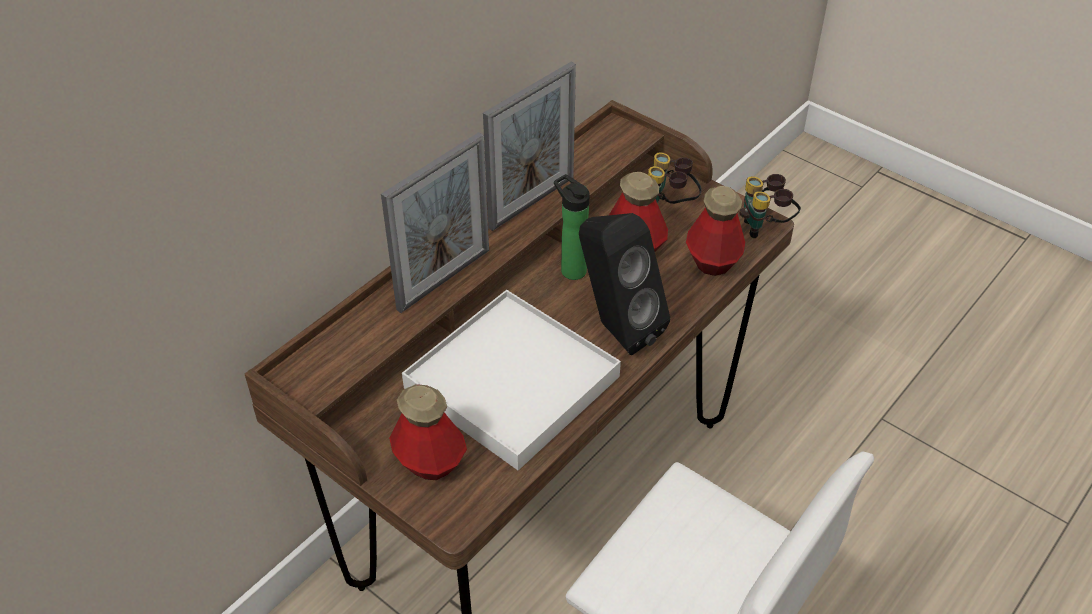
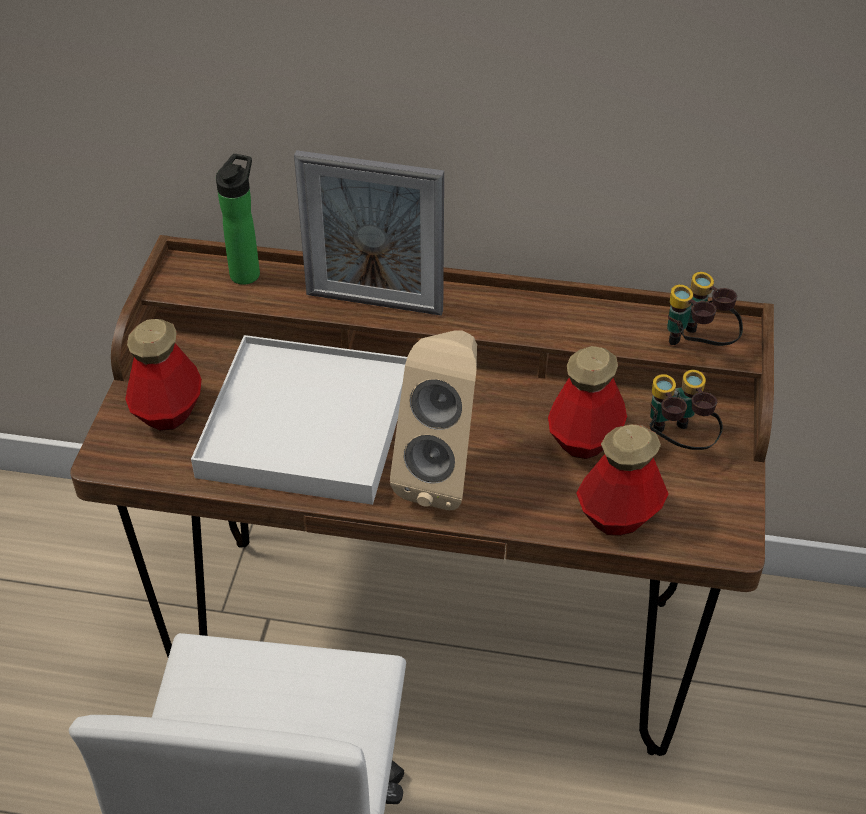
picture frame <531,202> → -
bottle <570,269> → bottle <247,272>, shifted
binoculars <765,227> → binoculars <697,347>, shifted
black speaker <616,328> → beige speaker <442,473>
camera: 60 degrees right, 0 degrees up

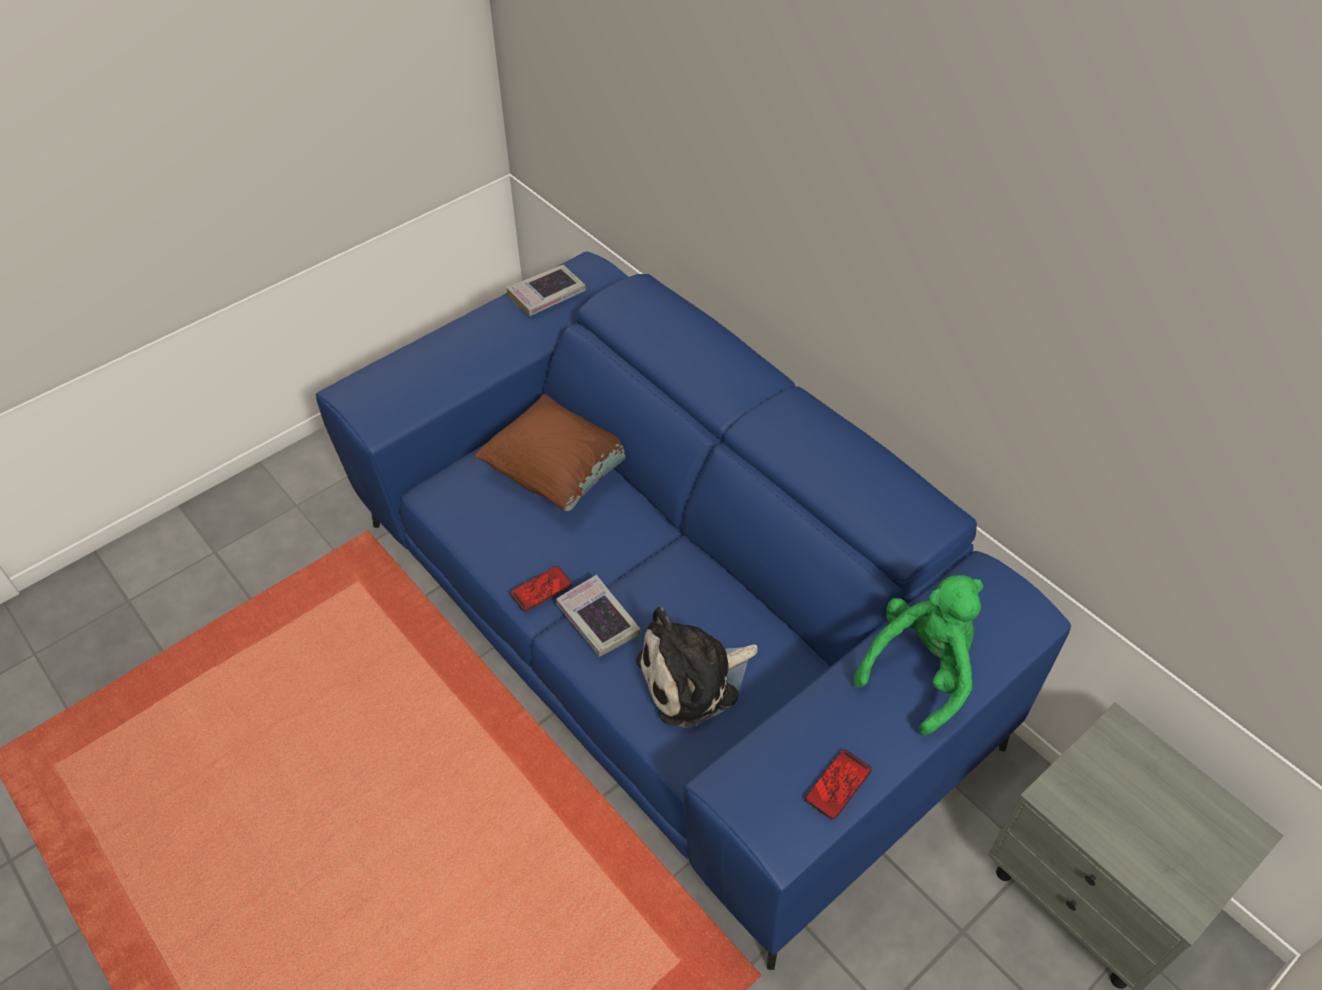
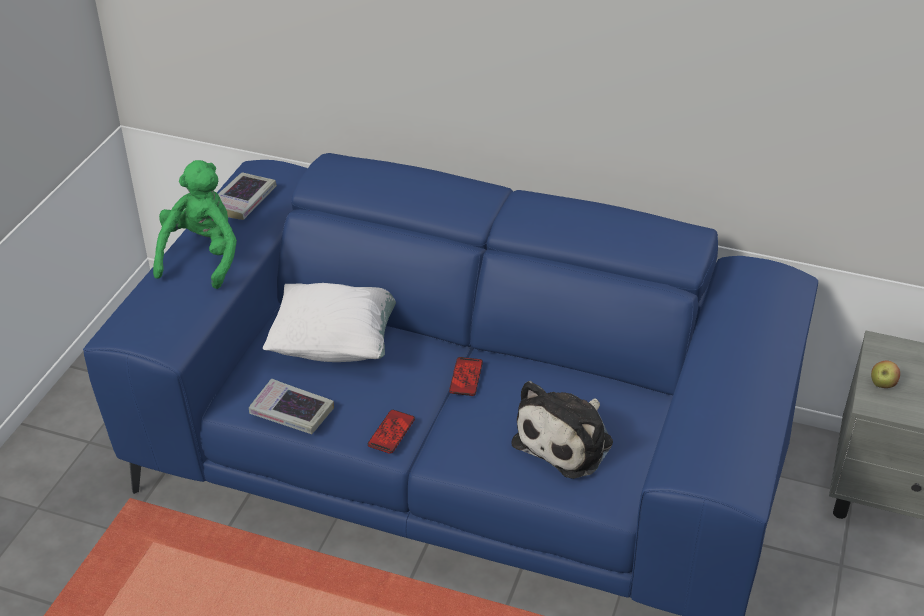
brown pillow <559,473> → white pillow <336,344>
book <598,620> → book <291,412>, shifted
green plush toy <920,671> → green plush toy <202,257>, shifted
phone <838,785> → phone <466,377>, shifted
- → apple <882,384>
camera: 30 degrees left, 10 degrees down

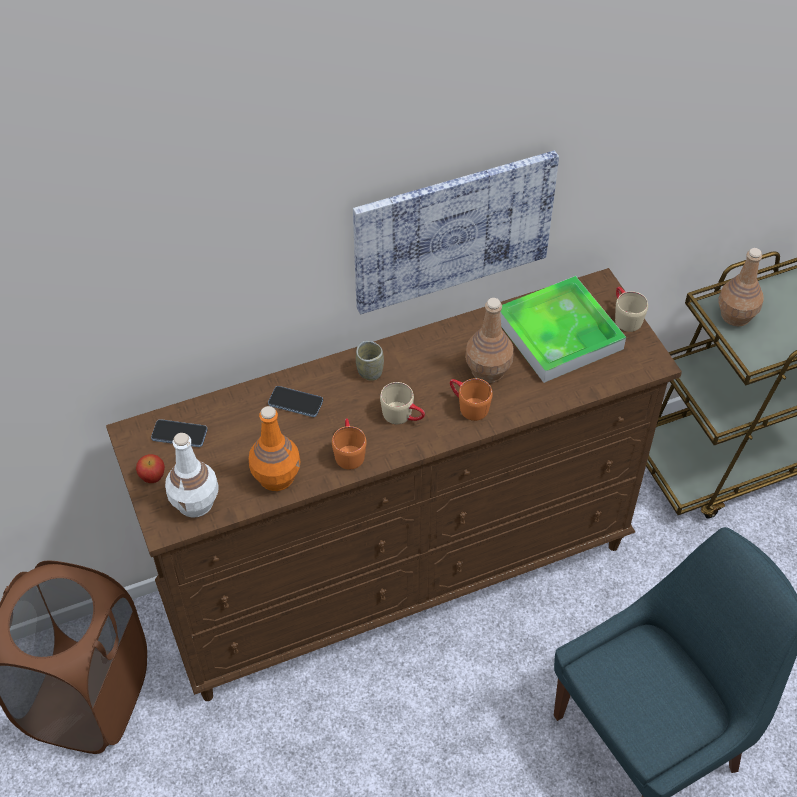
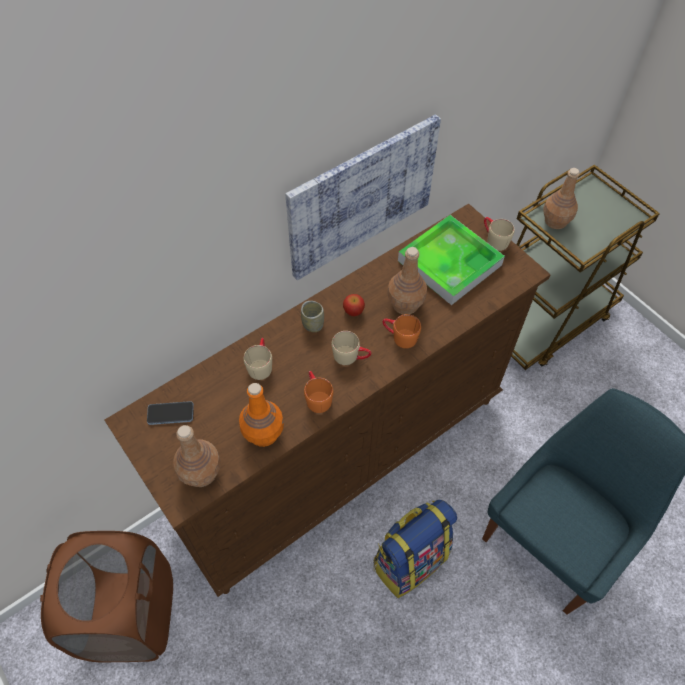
phone <295,403> → beige mug <260,364>
white bottle <196,502> → brown bottle <201,472>
apple <152,477> → apple <353,311>, shifted
- → backpack <410,560>
camera: 15 degrees left, 5 degrees up

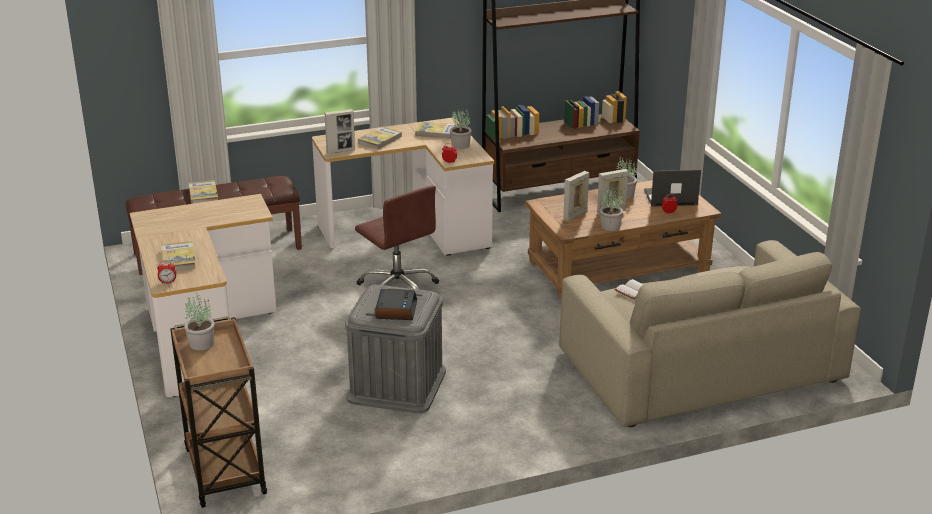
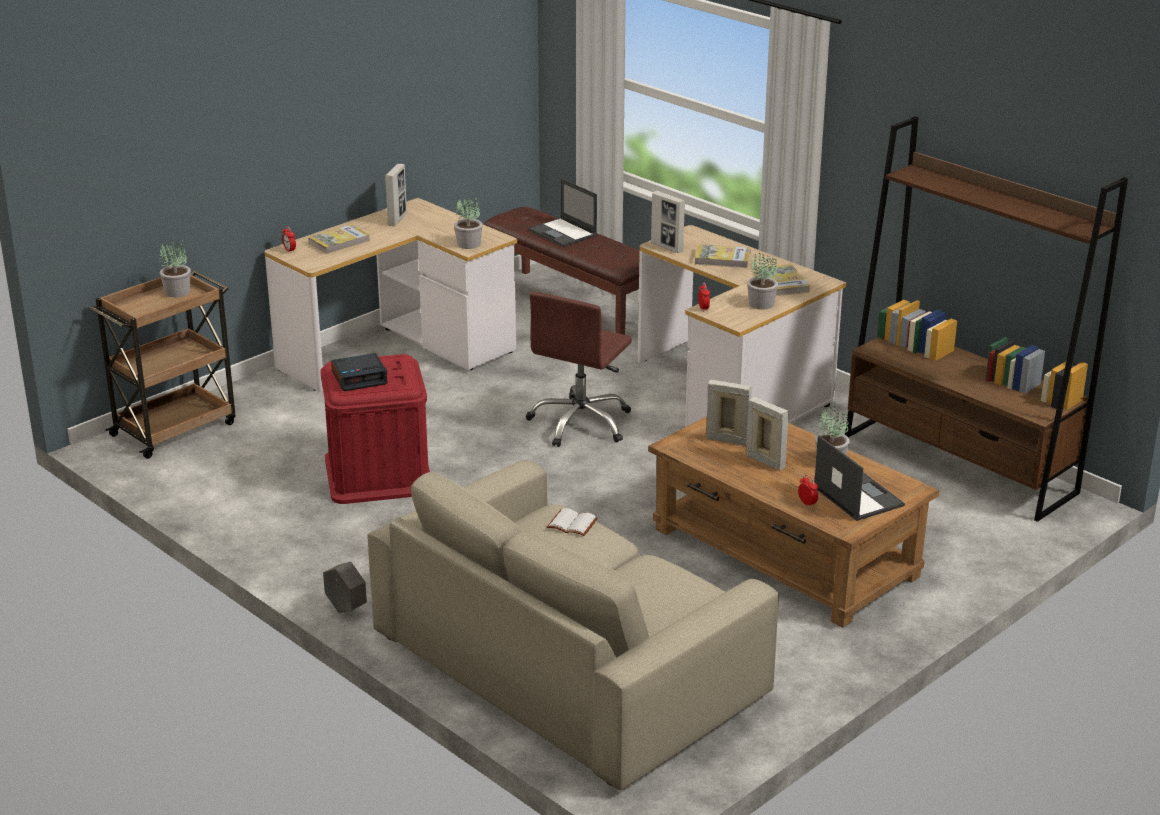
book <203,194> → laptop <563,233>
potted plant <610,226> → potted plant <469,244>, shifted
grey storage box <397,384> → red storage box <378,474>
- → picture frame <397,219>
- → grey planter <346,609>
camera: 65 degrees right, 0 degrees up

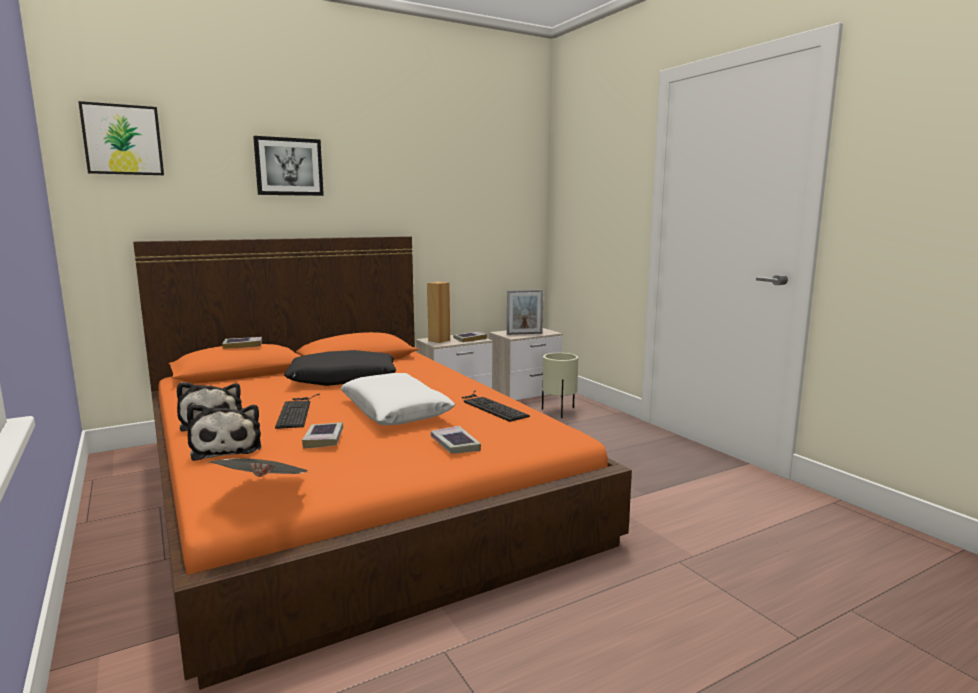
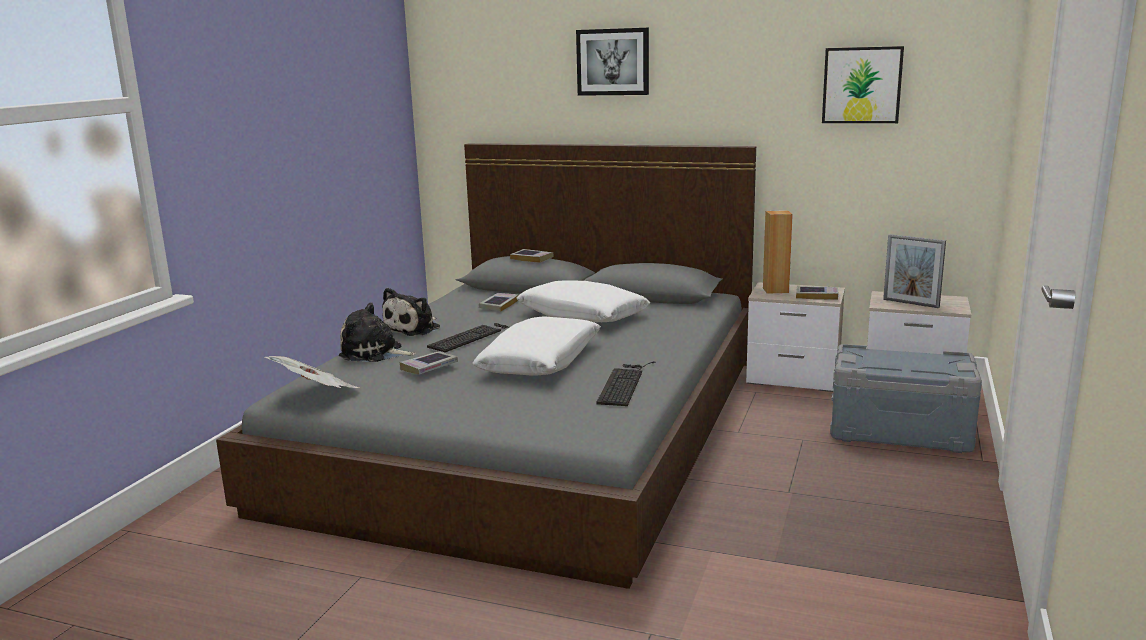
picture <122,140> → picture <862,85>, shifted
orange bed <350,484> → grey bed <536,427>
black pillow <343,379> → white pillow <582,315>
beige planter <558,412> → grey storage box <899,430>
plush toy <227,448> → plush toy <374,353>, 75 degrees clockwise
book <455,445> → book <499,305>, shifted
camera: 50 degrees right, 5 degrees up

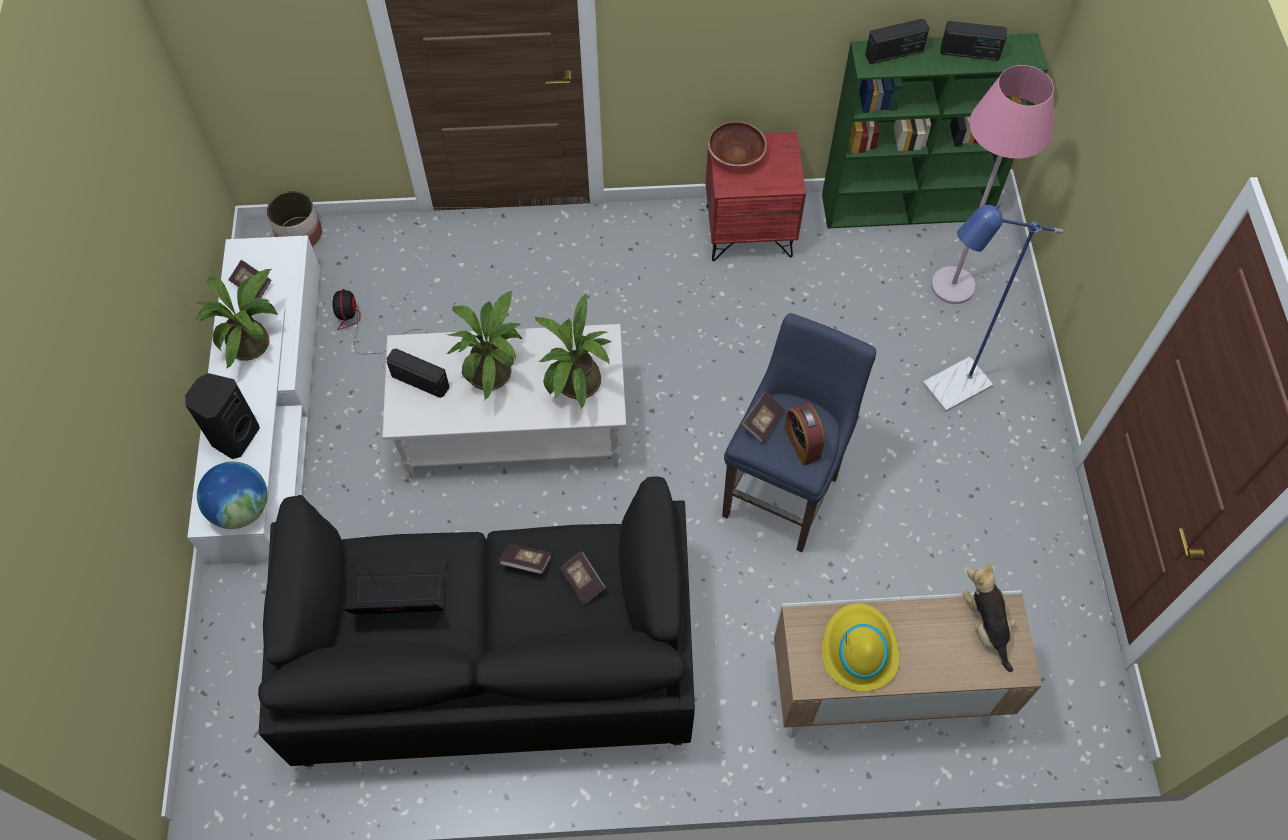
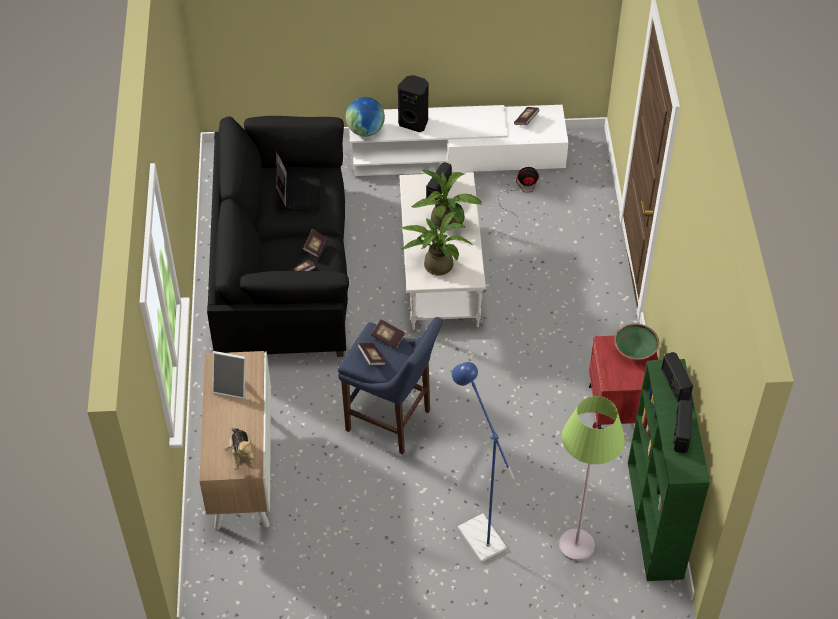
pink floor lamp <953,286> → green floor lamp <576,545>
brown bowl <735,155> → green bowl <635,349>
planter <299,234> → -
potted plant <254,341> → -
alarm clock <802,443> → book <371,358>
plush toy <985,625> → plush toy <242,455>, 90 degrees clockwise
yellow hat <858,650> → picture frame <232,387>
camera: 90 degrees right, 10 degrees down

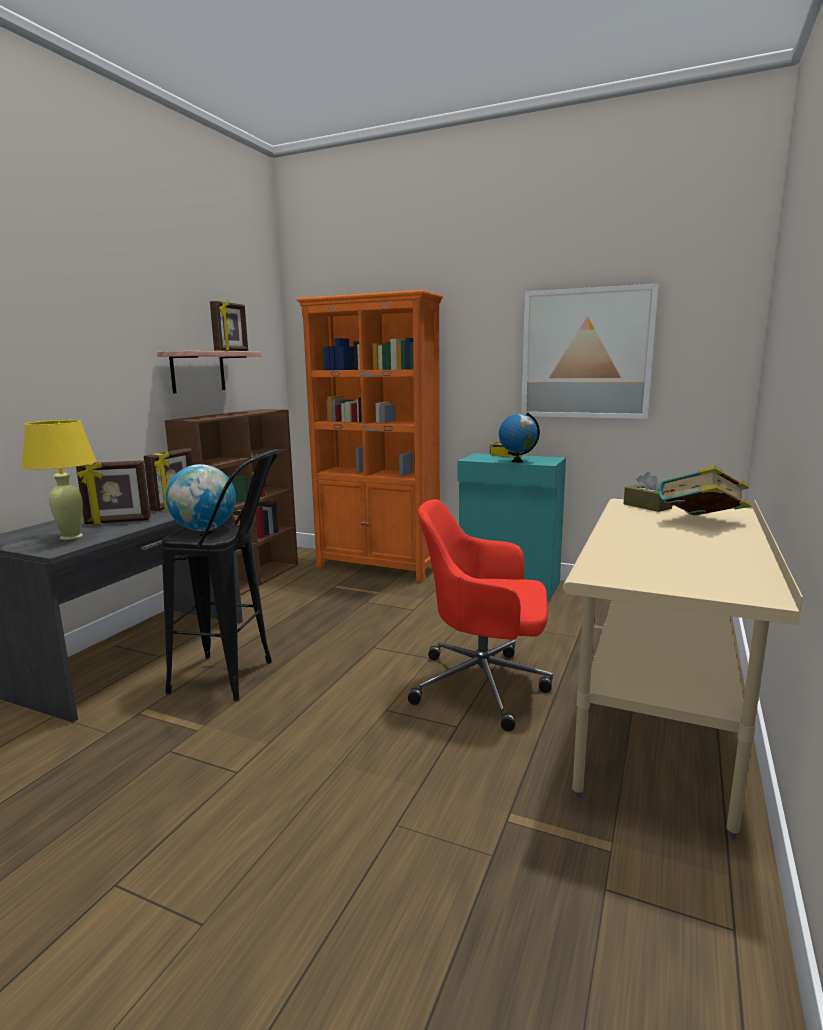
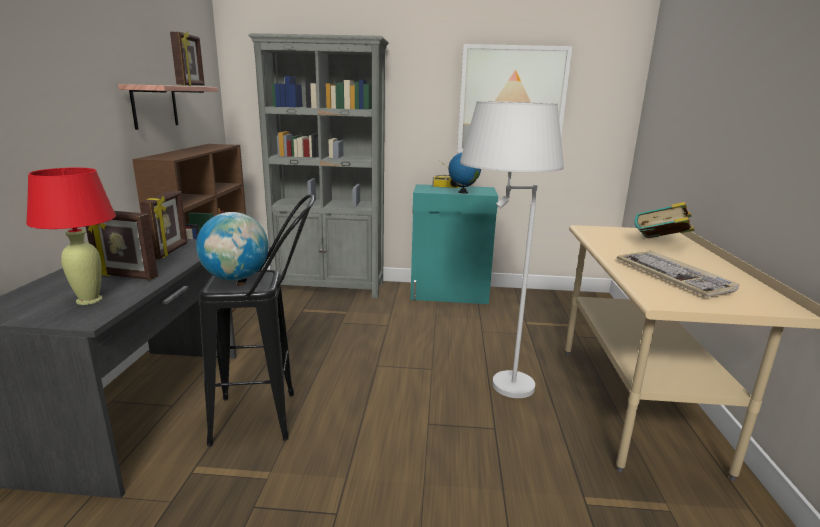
orange bookcase <378,567> → grey bookcase <330,288>
yellow table lamp <71,537> → red table lamp <89,300>
picture frame <118,522> → picture frame <125,276>, 45 degrees clockwise
brown tissue box <647,506> → -
red office chair <484,685> → white floor lamp <490,387>
- → keyboard <674,276>
camera: 20 degrees left, 5 degrees up

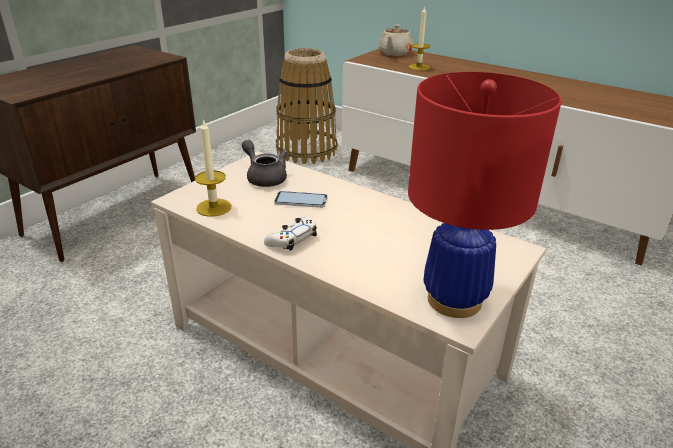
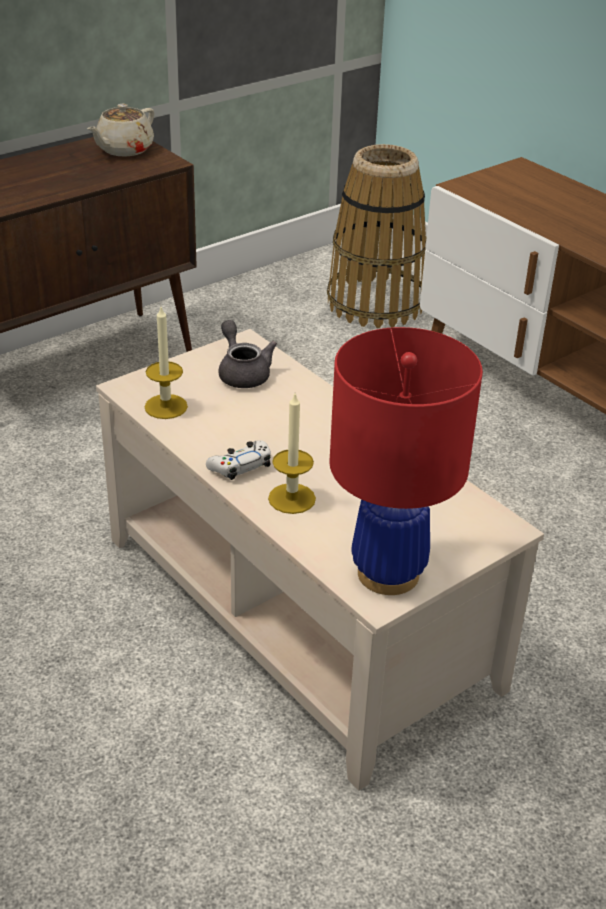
candle <419,67> → candle <292,498>, shifted
beige teapot <394,53> → beige teapot <123,150>, shifted
phone <301,201> → -
camera: 15 degrees right, 5 degrees up

